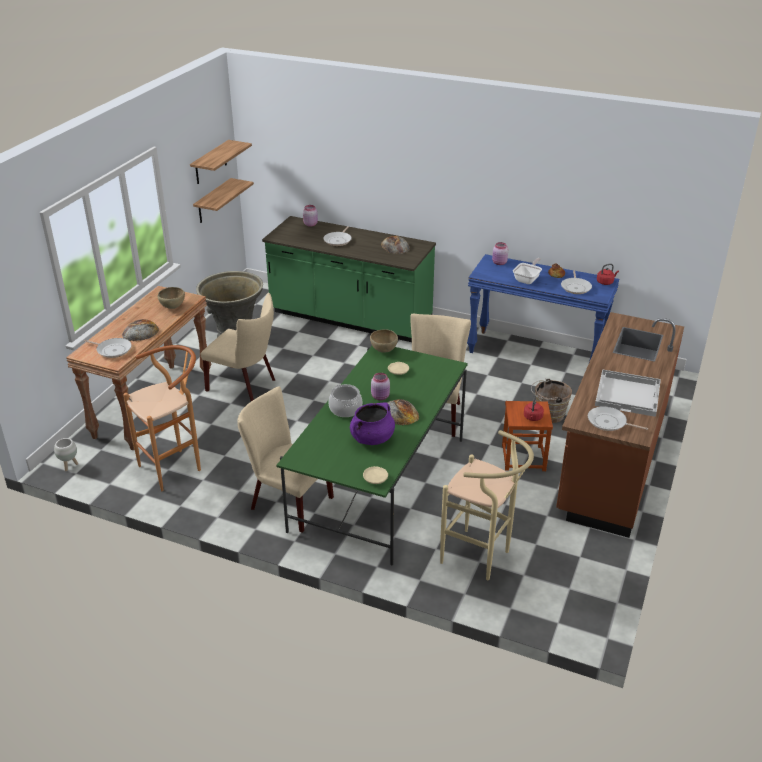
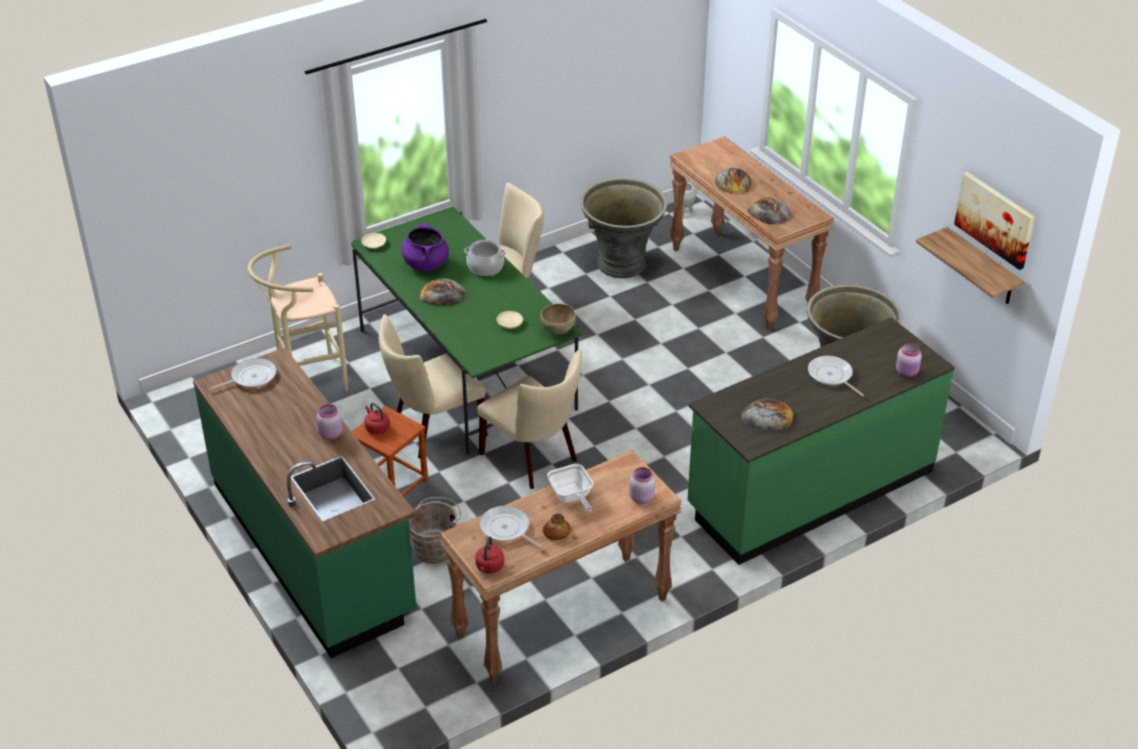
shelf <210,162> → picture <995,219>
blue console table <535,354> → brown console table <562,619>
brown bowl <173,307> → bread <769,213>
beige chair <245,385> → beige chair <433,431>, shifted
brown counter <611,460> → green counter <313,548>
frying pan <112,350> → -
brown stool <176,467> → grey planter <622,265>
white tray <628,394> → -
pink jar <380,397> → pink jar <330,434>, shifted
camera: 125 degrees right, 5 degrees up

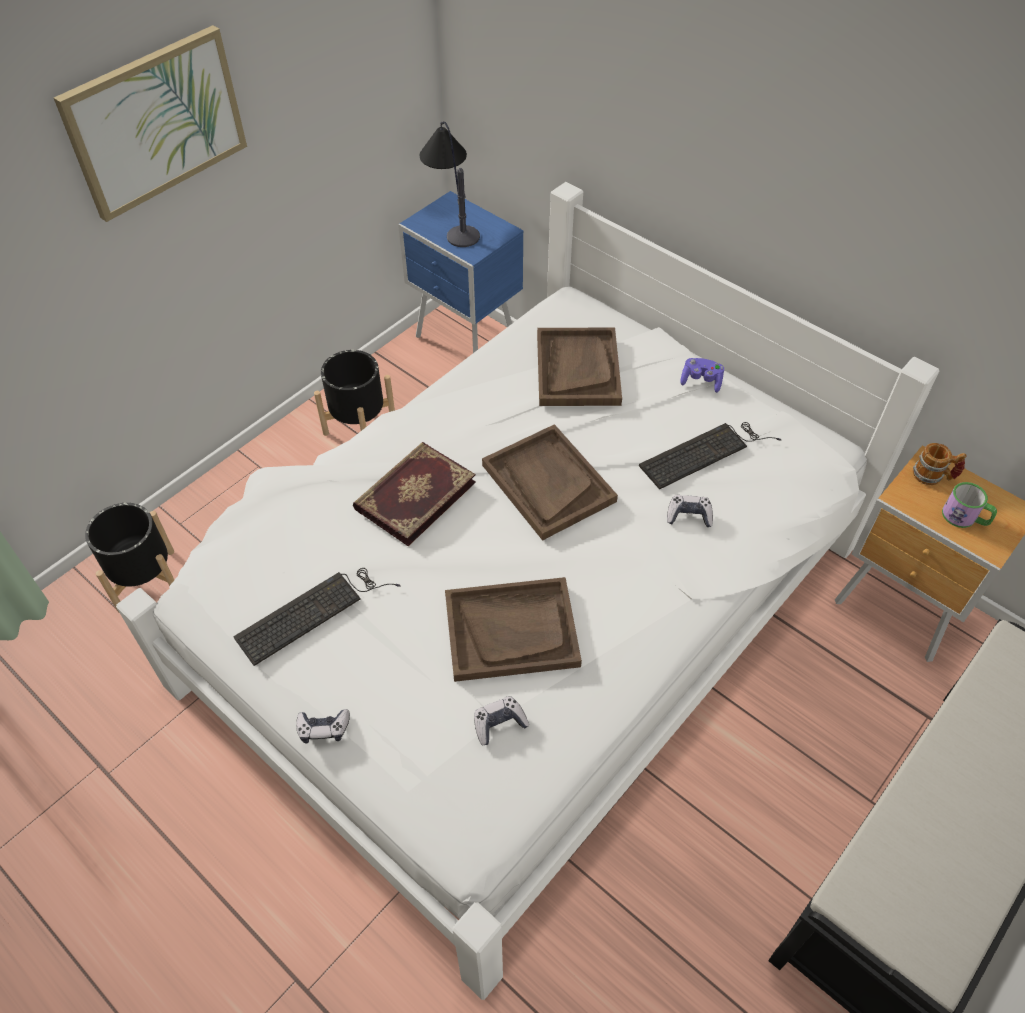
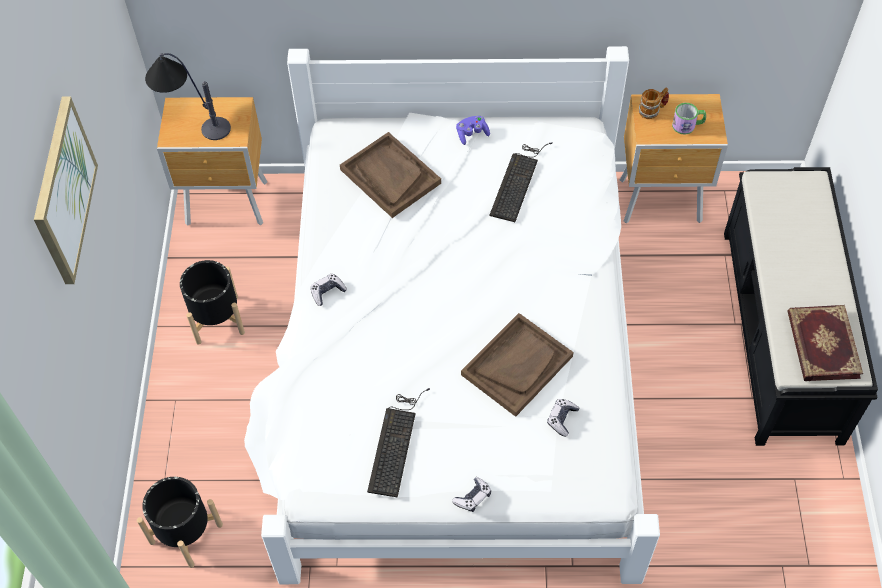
blue nightstand <467,342> → brown nightstand <229,204>
brown tray <548,483> → -
book <414,494> → book <821,345>, shifted
game controller <689,516> → game controller <327,292>, shifted
camera: 40 degrees left, 5 degrees up

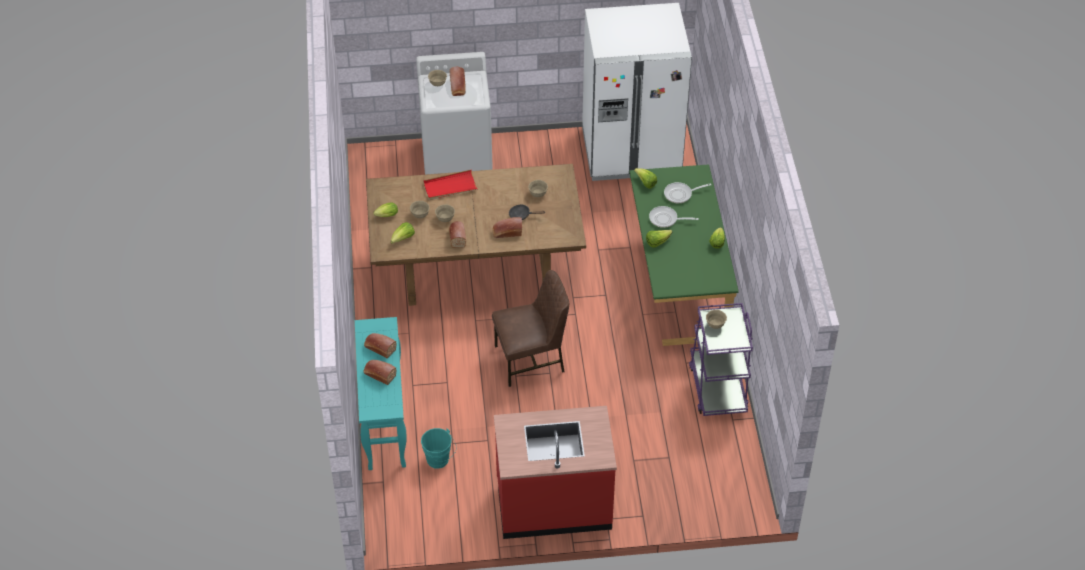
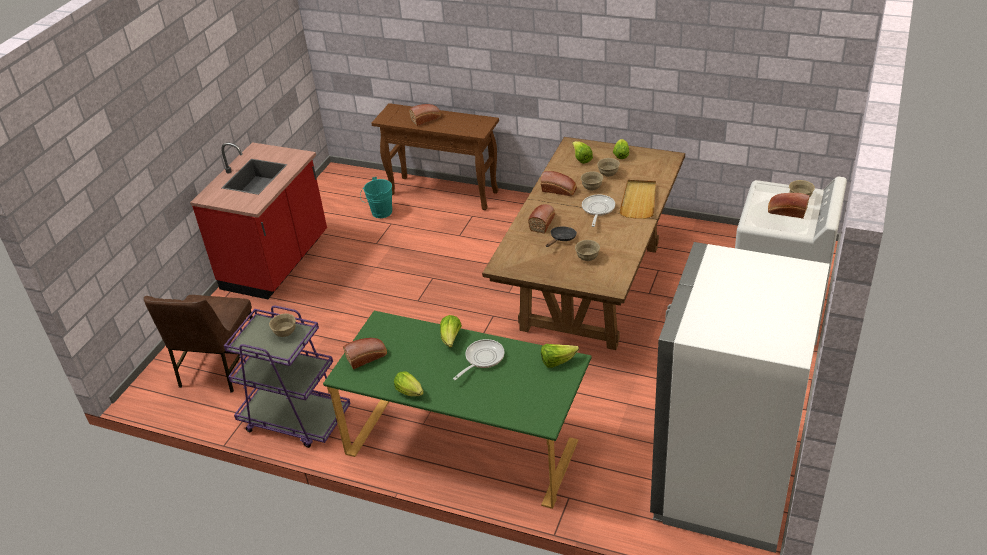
red tray <450,187> → beige tray <639,201>
frying pan <680,194> → frying pan <597,210>, shifted
brown chair <531,359> → brown chair <218,367>, shifted
turquoise console table <384,422> → brown console table <444,193>
bread <379,348> → bread <367,357>, shifted
camera: 120 degrees right, 10 degrees down

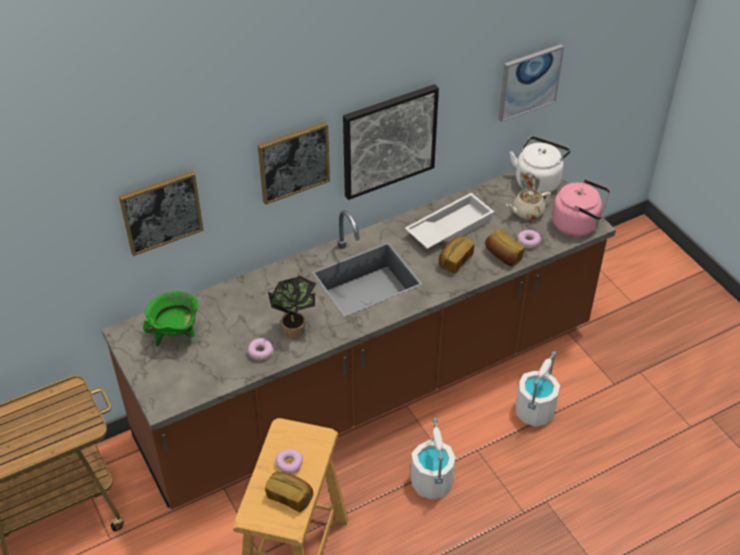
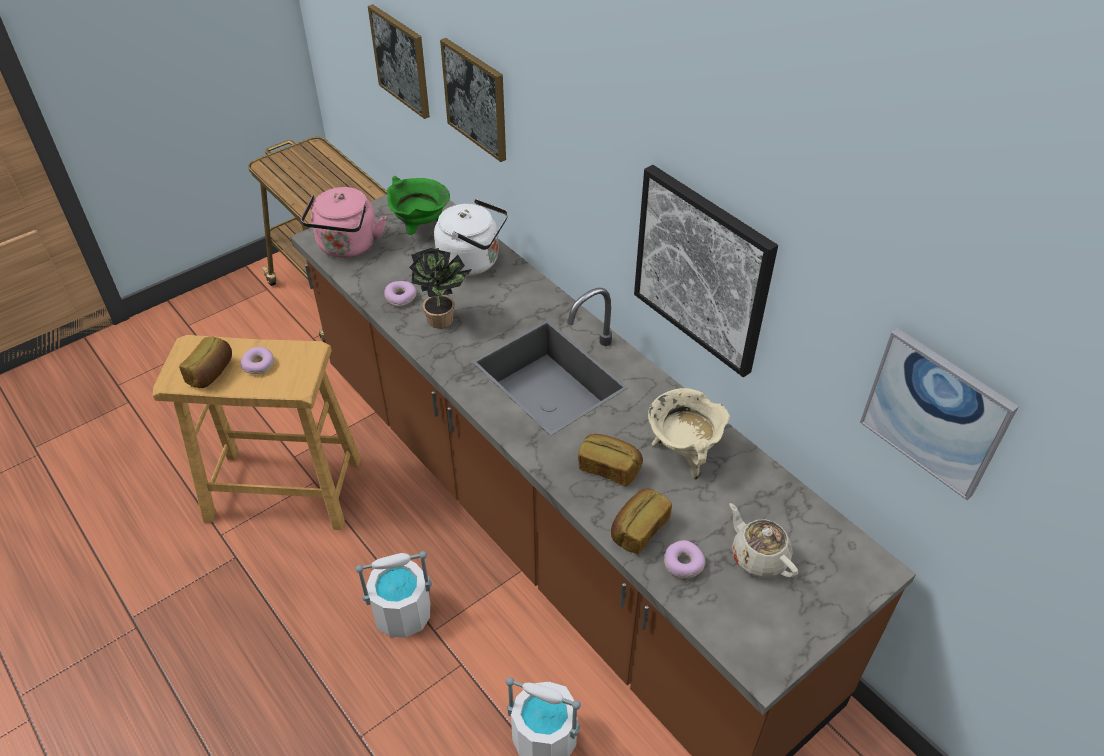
picture <293,162> → picture <401,61>, shifted
white kettle <538,181> → white kettle <473,261>, shifted
pink kettle <578,225> → pink kettle <347,247>, shifted
white tray <449,227> → beige cooking pot <683,453>
camera: 80 degrees right, 0 degrees up

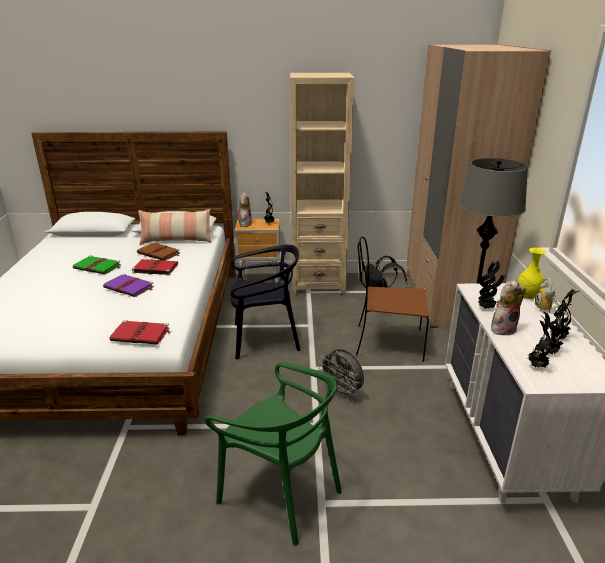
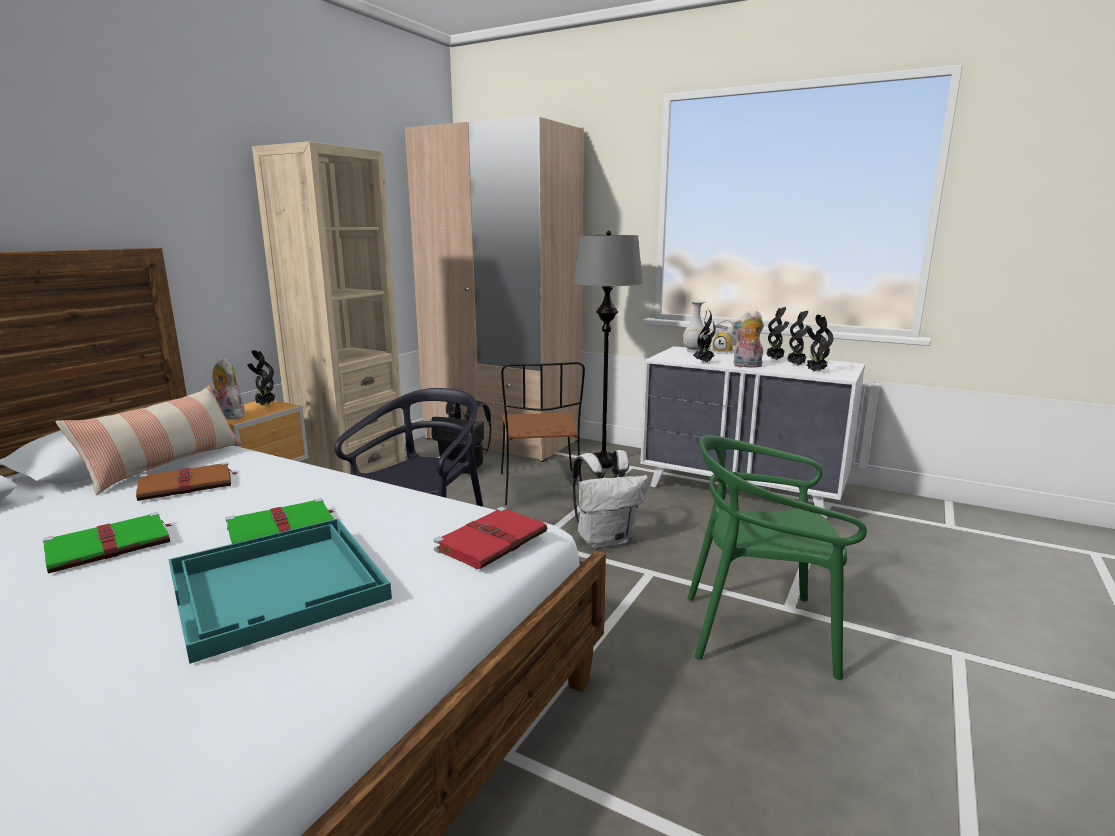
brown chair <387,342> → brown chair <541,488>, 45 degrees counterclockwise
yellow vase <527,295> → white vase <694,351>
red book <154,268> → -
purple book <129,287> → green book <283,528>
plush toy <503,328> → plush toy <746,366>, 90 degrees counterclockwise
grey fan <342,392> → white backpack <605,539>
green chair <280,493> → green chair <759,631>, 150 degrees counterclockwise
- → turquoise tray <280,586>
camera: 60 degrees left, 10 degrees down

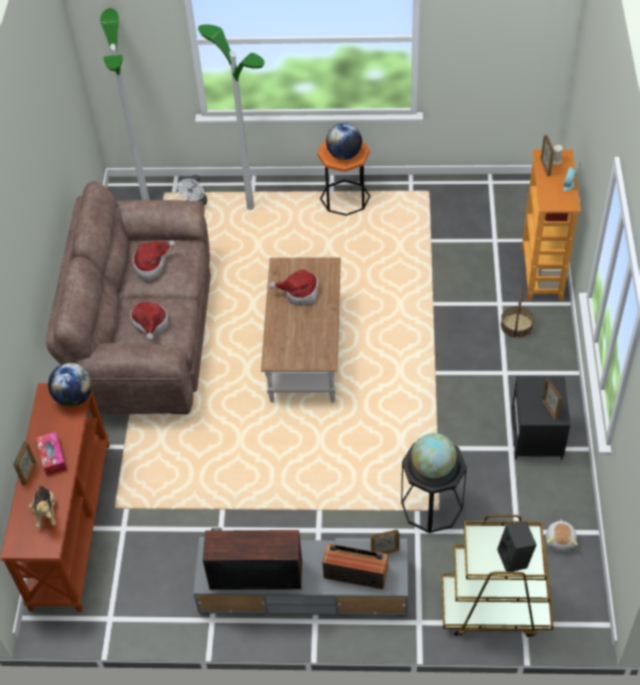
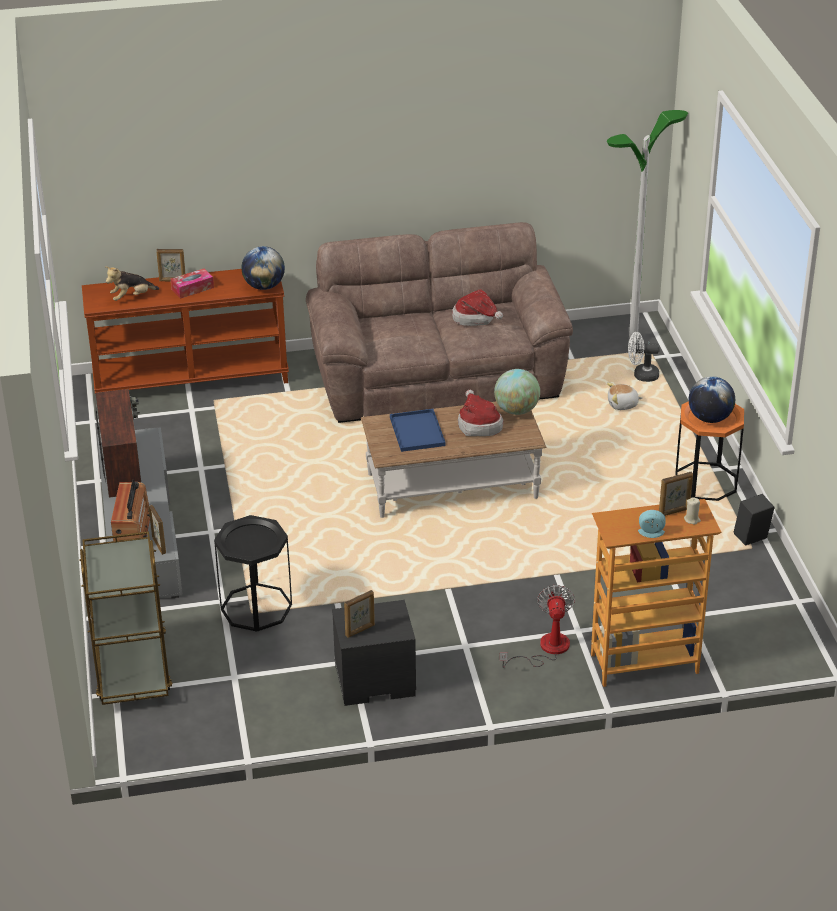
floor lamp <250,208> → -
basket <516,325> → fan <545,649>
hat <150,325> → -
globe <433,467> → globe <516,410>, shifted
plush toy <560,540> → plush toy <622,405>, shifted
black speaker <515,559> → black speaker <751,539>, shifted
- → blue tray <416,431>
camera: 75 degrees right, 15 degrees down

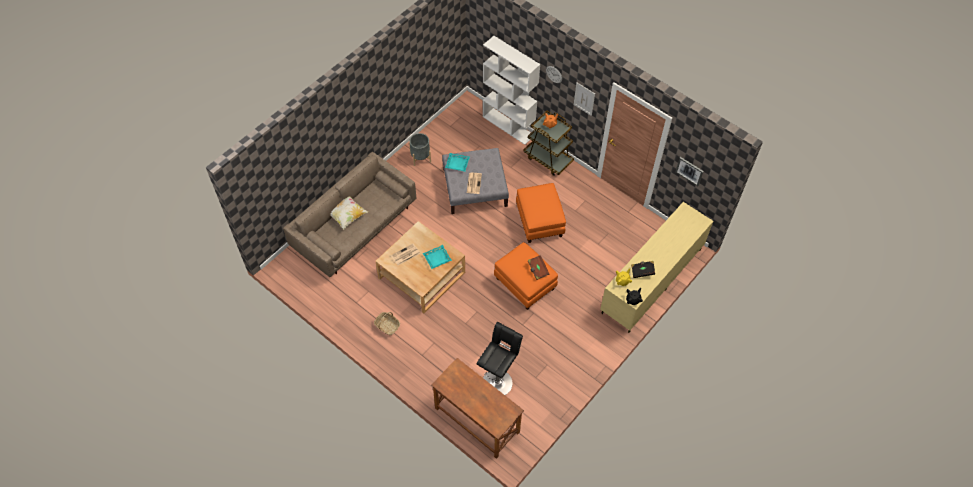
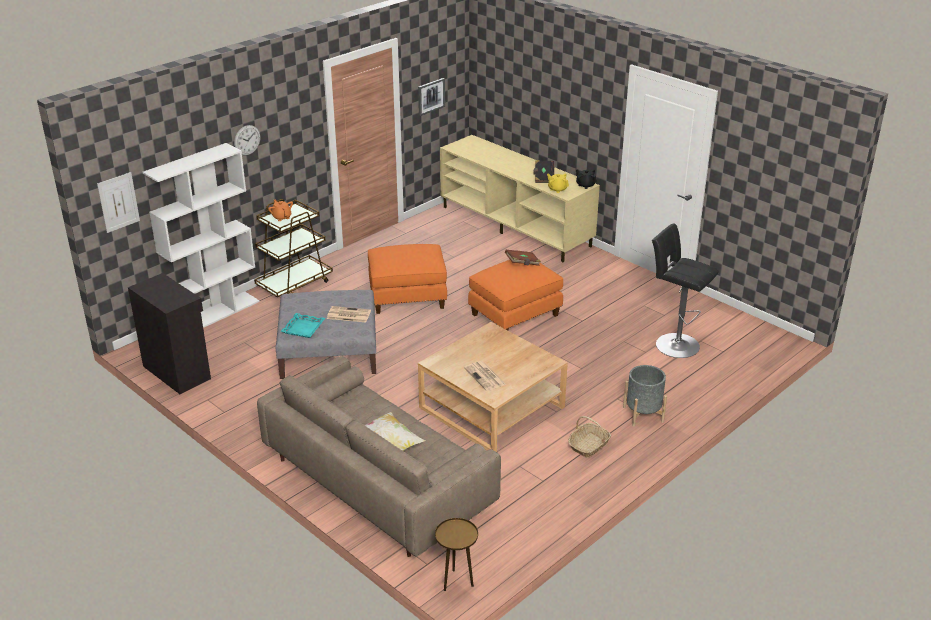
picture <584,99> → picture <118,202>, shifted
grey planter <420,157> → grey planter <643,414>, shifted
turquoise tray <437,258> → -
brown desk <476,420> → -
- → black cabinet <177,371>
- → brown side table <456,582>
camera: 85 degrees left, 25 degrees down

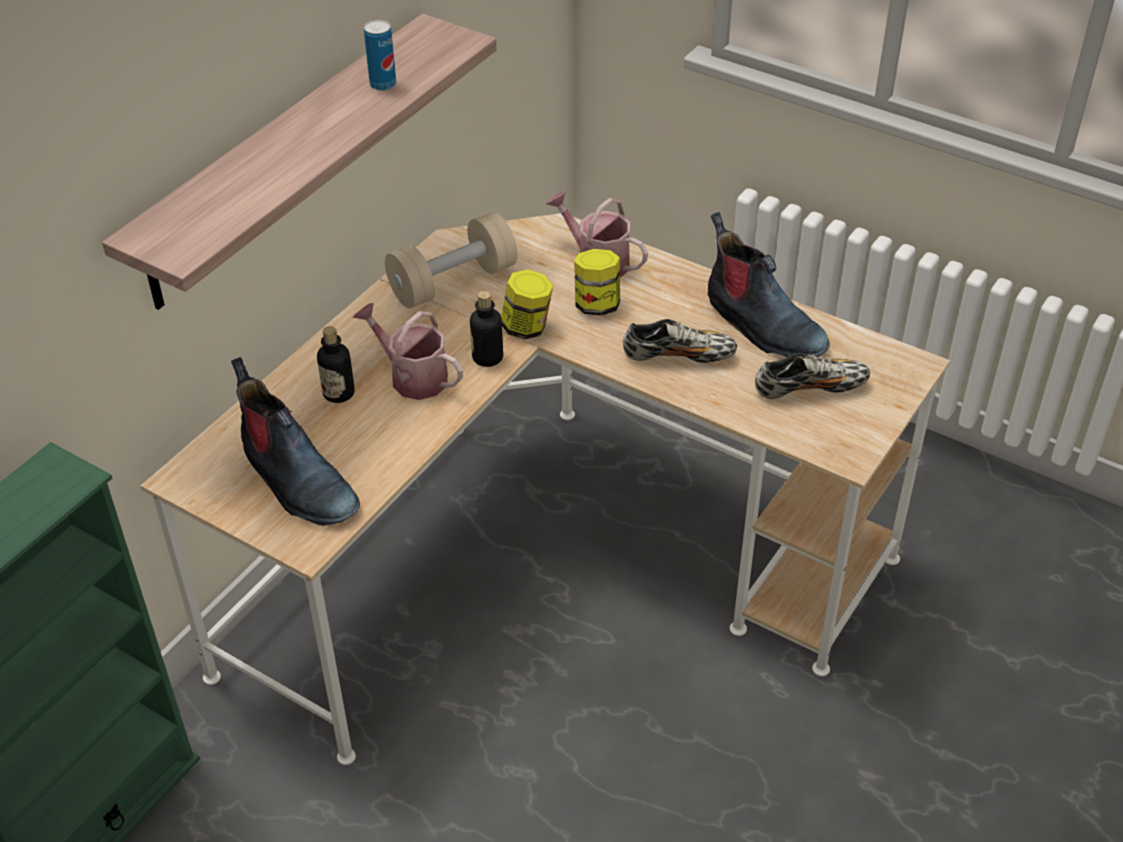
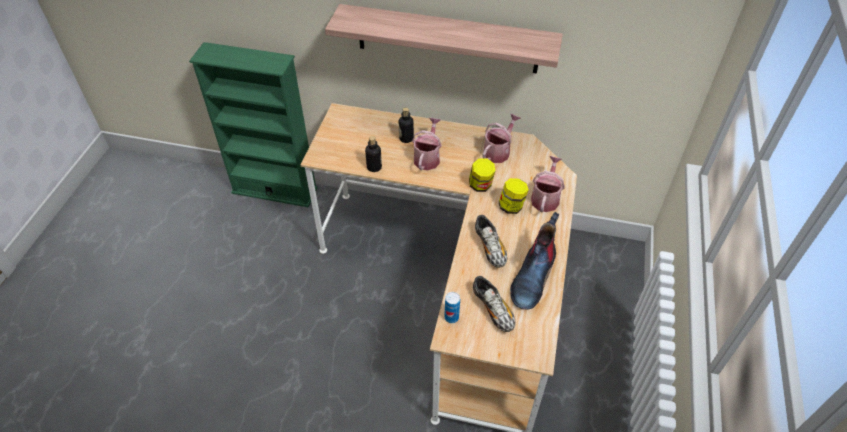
can <383,84> → can <451,317>, shifted
beige dumbbell <453,282> → watering can <498,151>
bottle <487,357> → bottle <374,167>, shifted
boot <296,481> → -
camera: 70 degrees right, 5 degrees up

